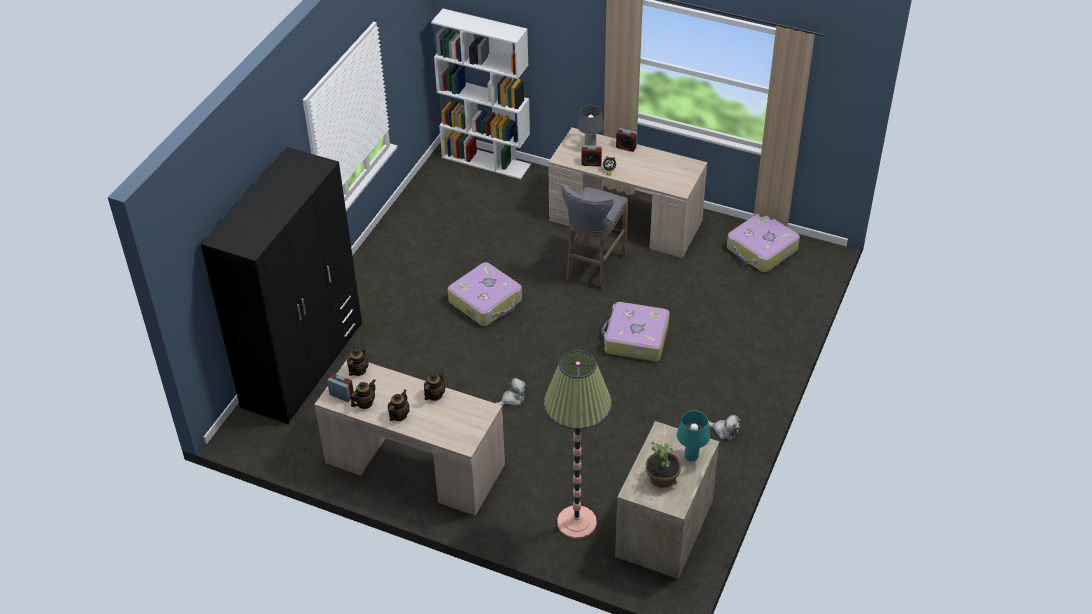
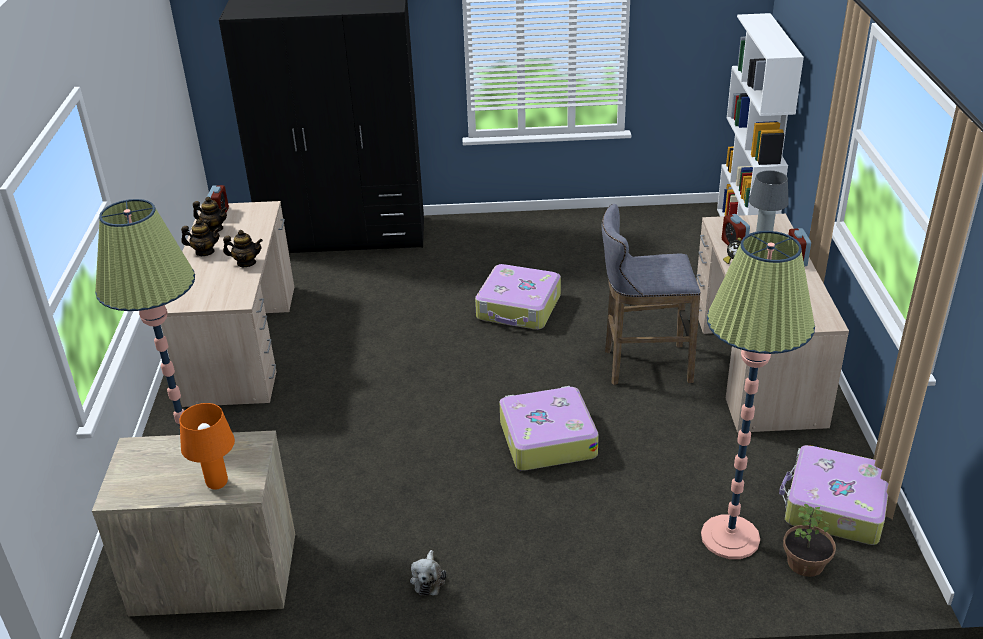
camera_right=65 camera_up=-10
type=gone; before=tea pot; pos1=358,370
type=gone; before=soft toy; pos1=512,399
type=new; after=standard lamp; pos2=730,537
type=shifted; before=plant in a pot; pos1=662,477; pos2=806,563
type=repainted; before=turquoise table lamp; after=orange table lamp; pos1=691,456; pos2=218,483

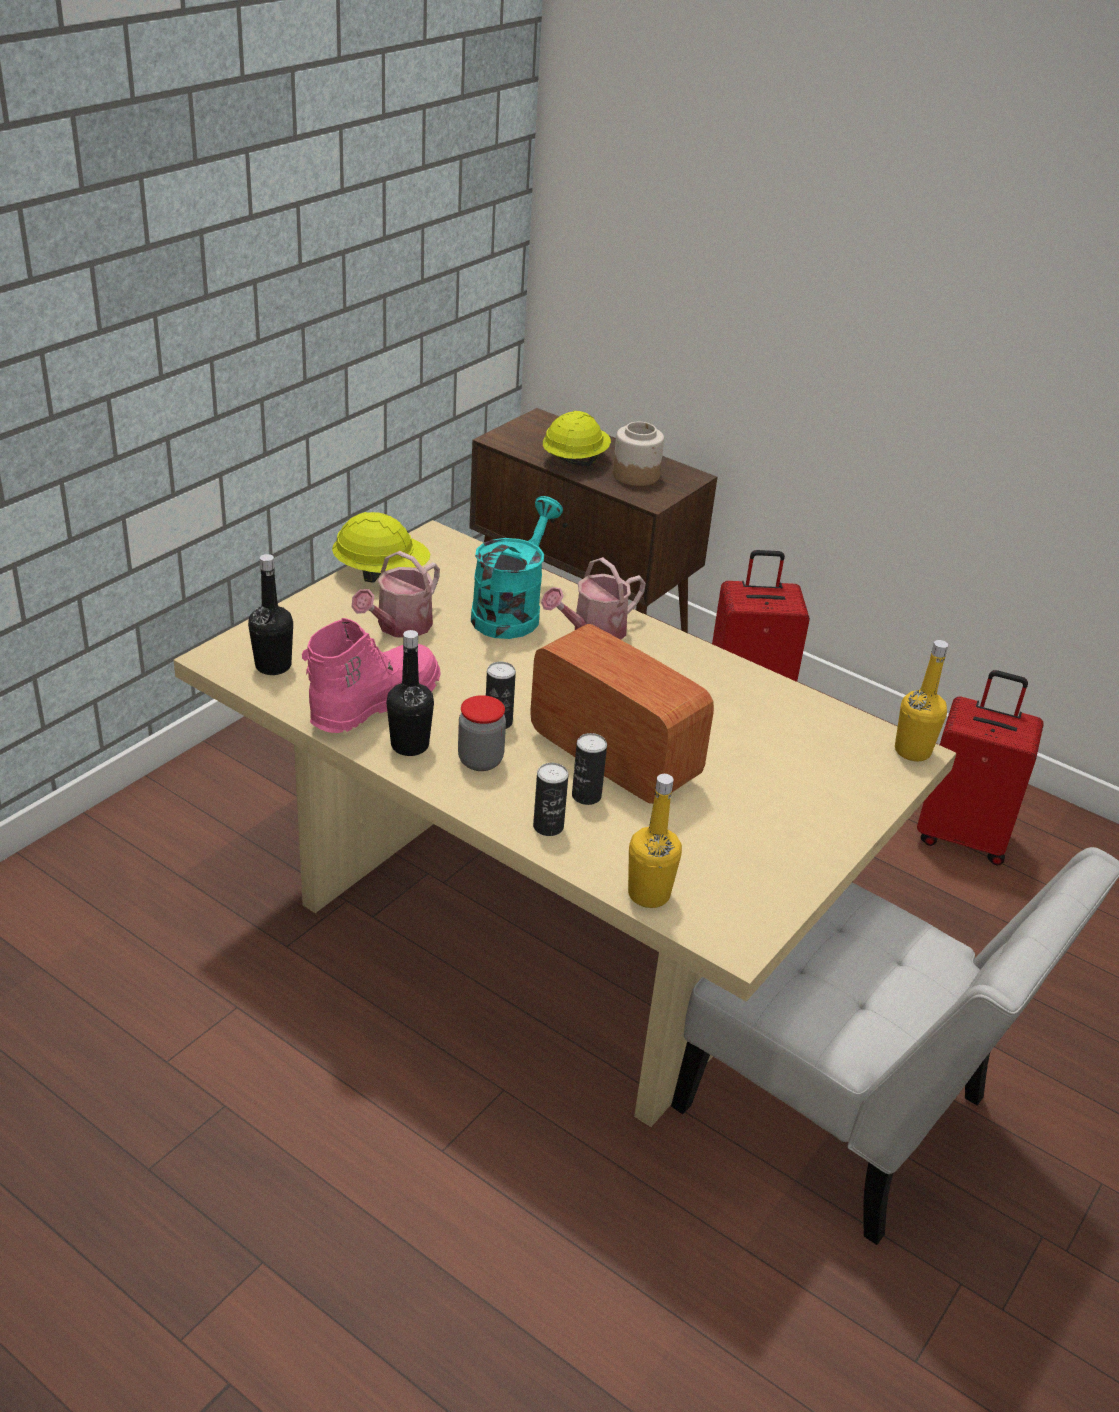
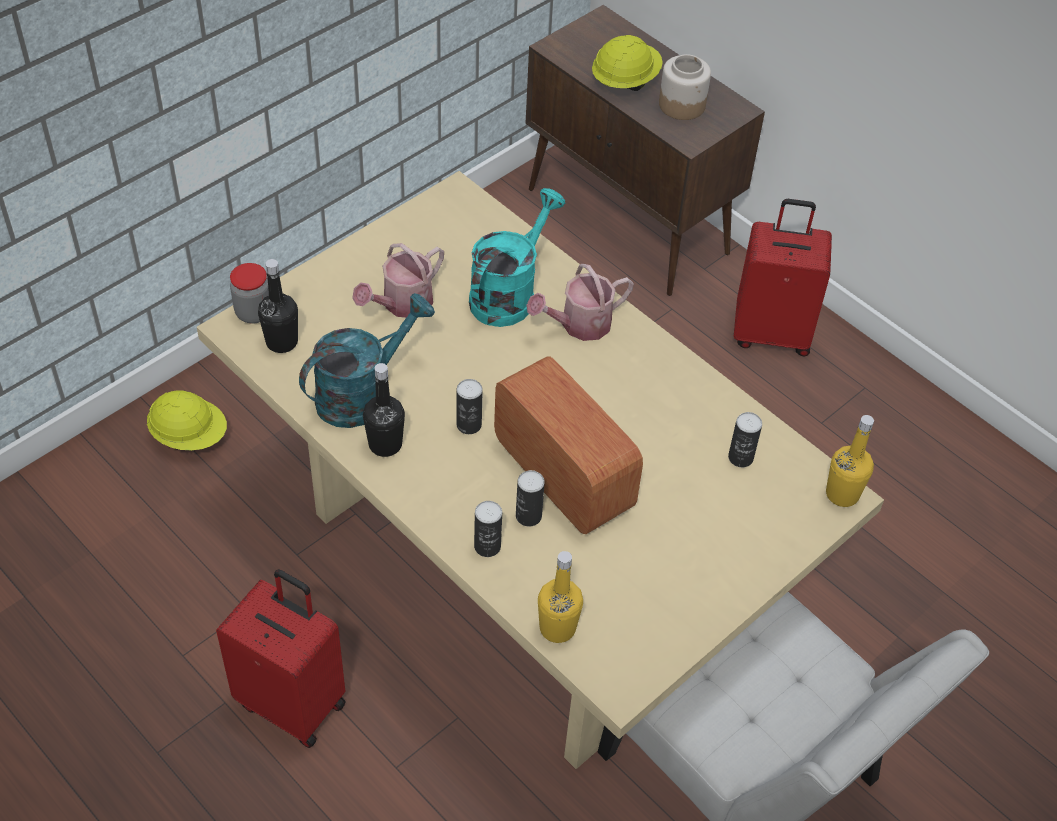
camera_right=10 camera_up=15
type=new; after=sealed can; pos2=740,457
type=shifted; before=yellow-coloured work helmet; pos1=381,574; pos2=190,436
type=shifted; before=preserve jar; pos1=480,760; pos2=253,313
type=shifted; before=red-coloured piece of luggage; pos1=962,836; pos2=293,702
type=swapped; before=pinkish boot; after=turquoise watering pot; pos1=373,703; pos2=362,393

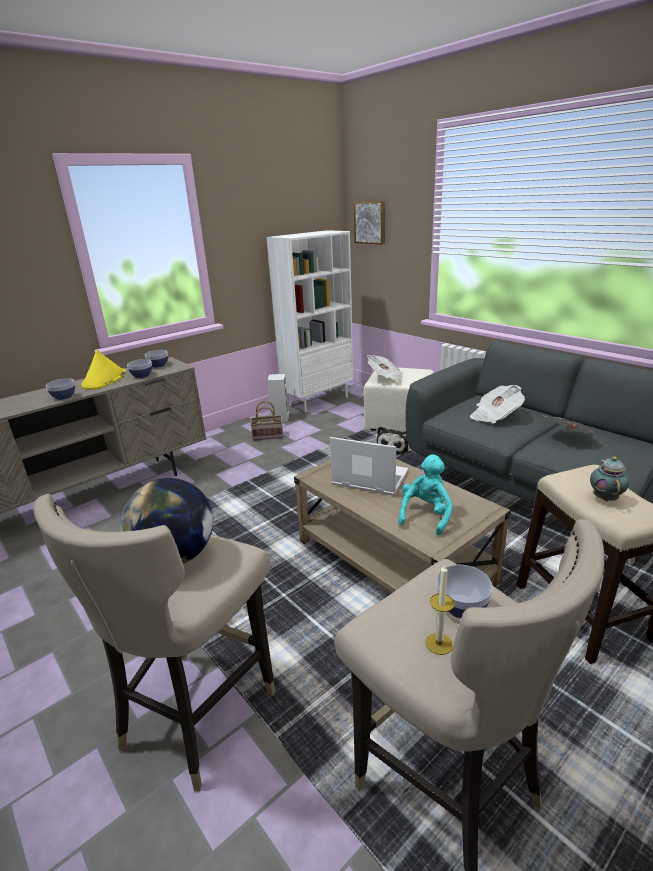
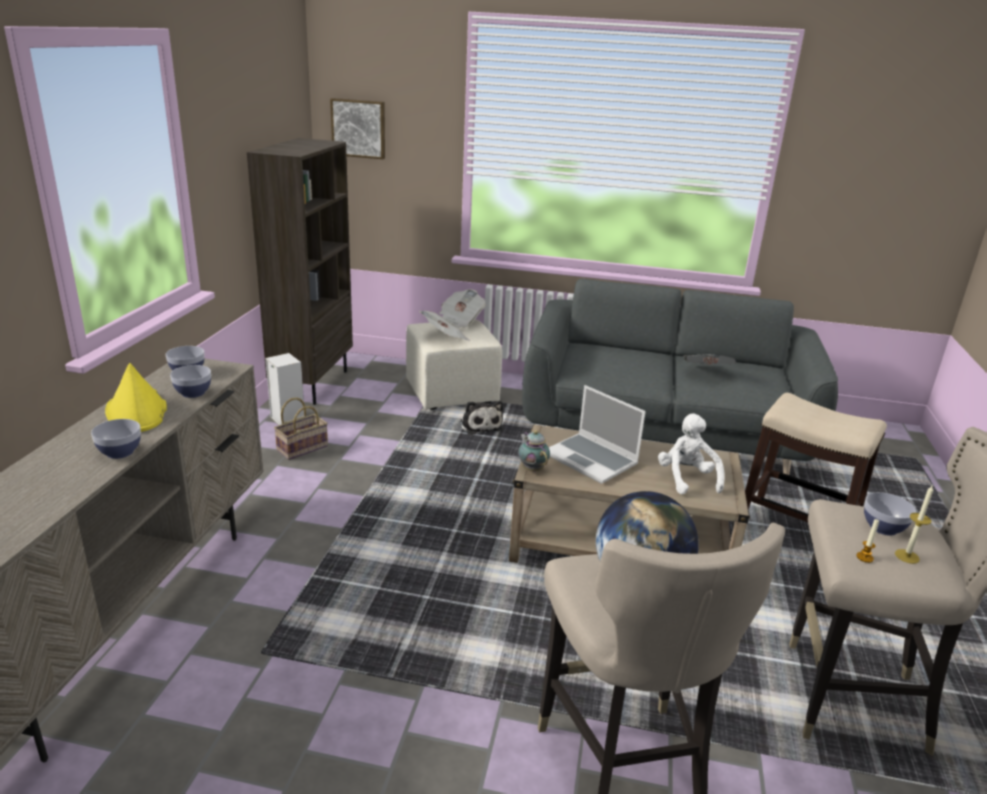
camera_right=-40 camera_up=0
type=new; after=wax candle; pos2=864,557
type=shifted; before=newspaper; pos1=495,416; pos2=459,321
type=shifted; before=tea pot; pos1=605,497; pos2=532,468
type=repainted; before=whitish bookcase; after=brownish bookcase; pos1=318,400; pos2=312,384
type=repainted; before=turquoise soft toy; after=whitish soft toy; pos1=426,515; pos2=686,478
type=rotated; before=portable computer; pos1=369,479; pos2=592,459; turn=-120

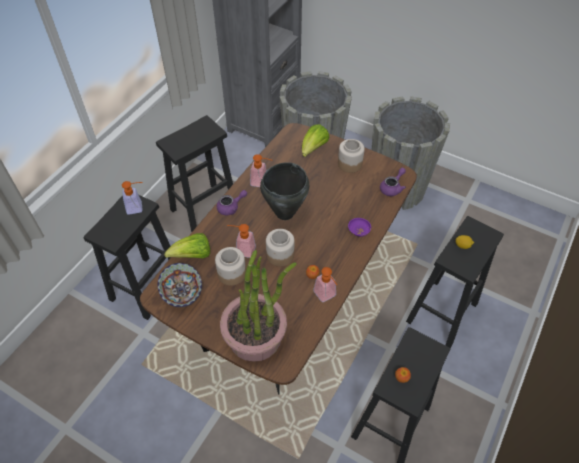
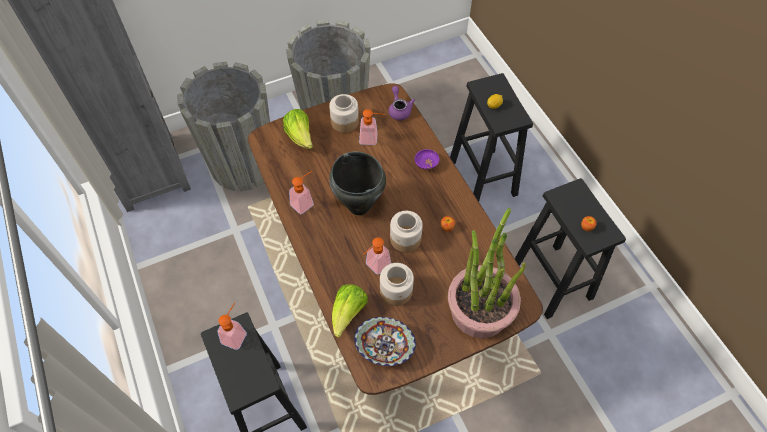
camera_right=-55 camera_up=5
type=gone; before=black-coloured stool; pos1=205,208
type=gone; before=purple-coloured tea pot; pos1=231,207
type=shifted; before=soap bottle; pos1=326,296; pos2=372,139

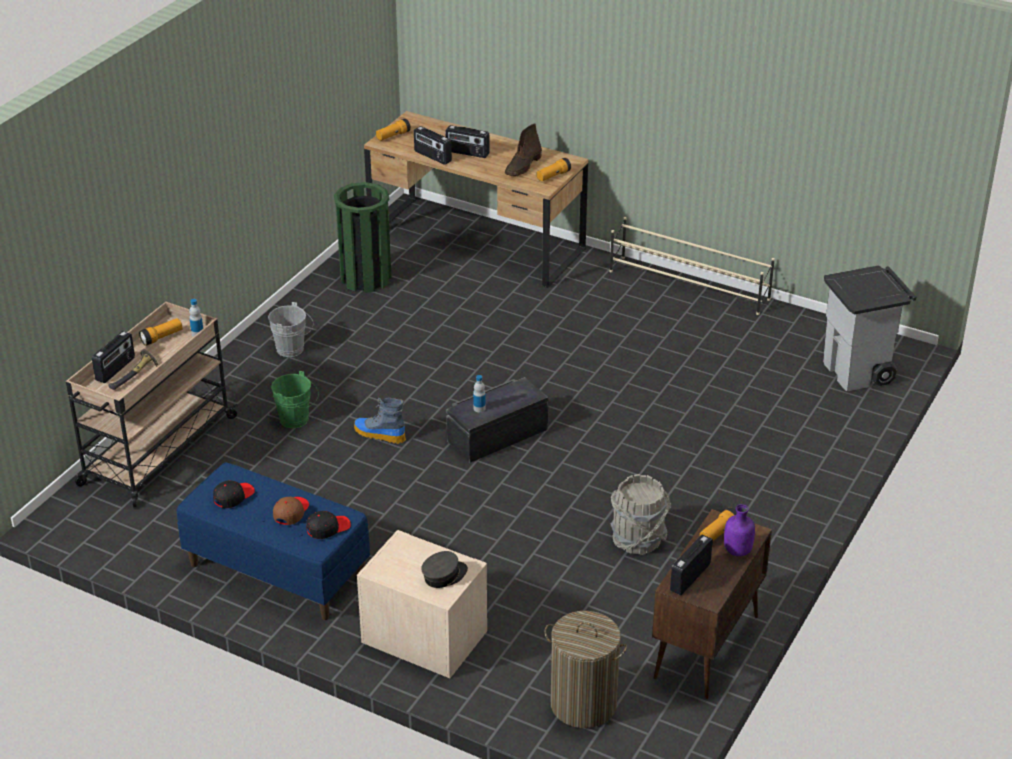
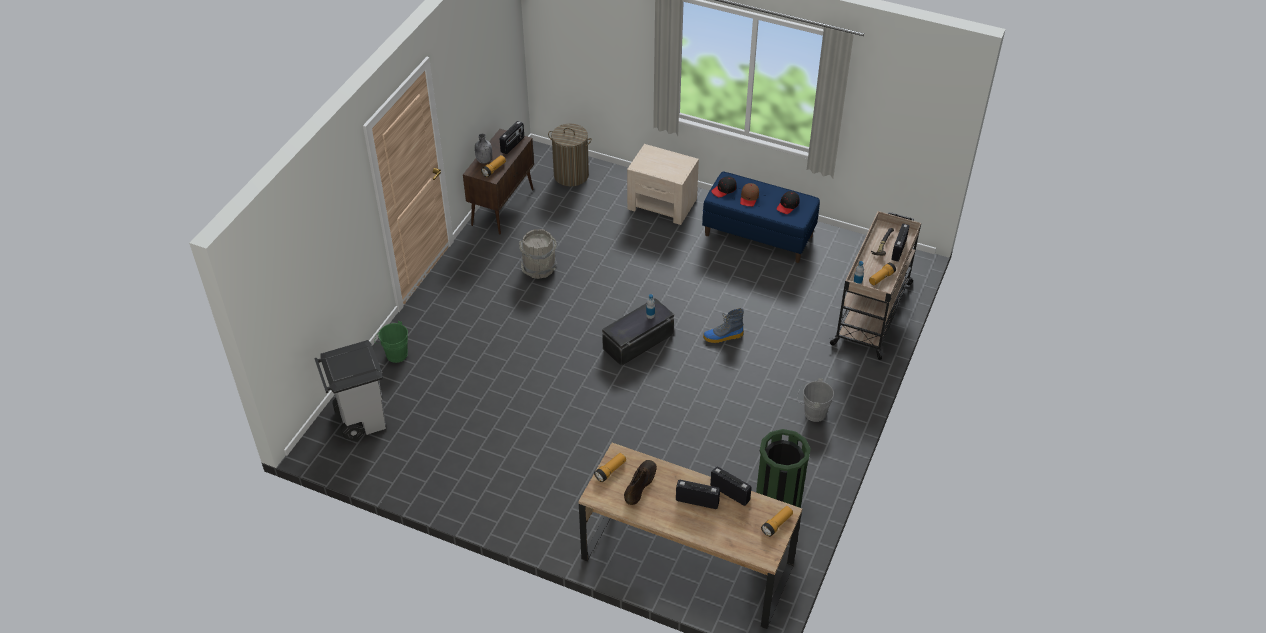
camera_right=175 camera_up=10
type=gone; before=gray cap; pos1=444,575
type=gone; before=beige shoe stand; pos1=689,286
type=shifted; before=greenish pail; pos1=297,420; pos2=394,354
type=repainted; before=purple-coloured drink bottle; after=gray drink bottle; pos1=738,551; pos2=484,160
type=rotated; before=boot; pos1=379,434; pos2=723,337; turn=150

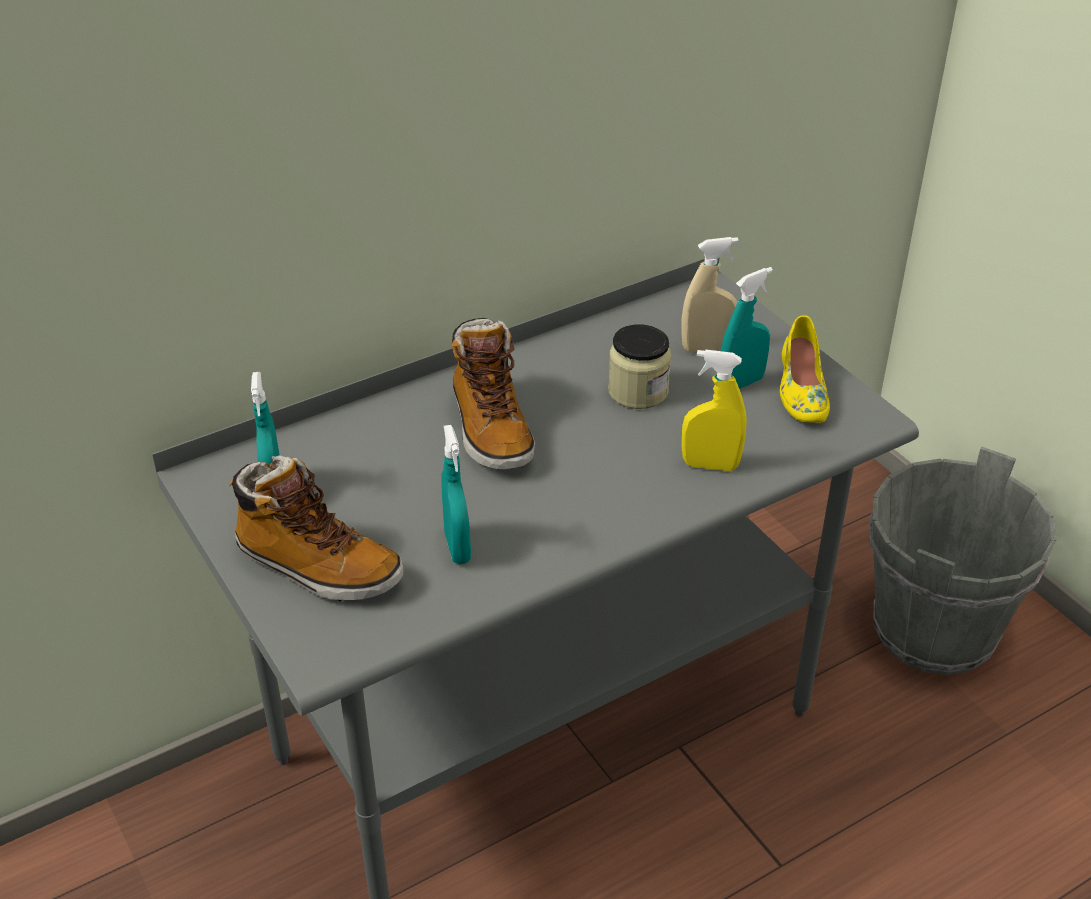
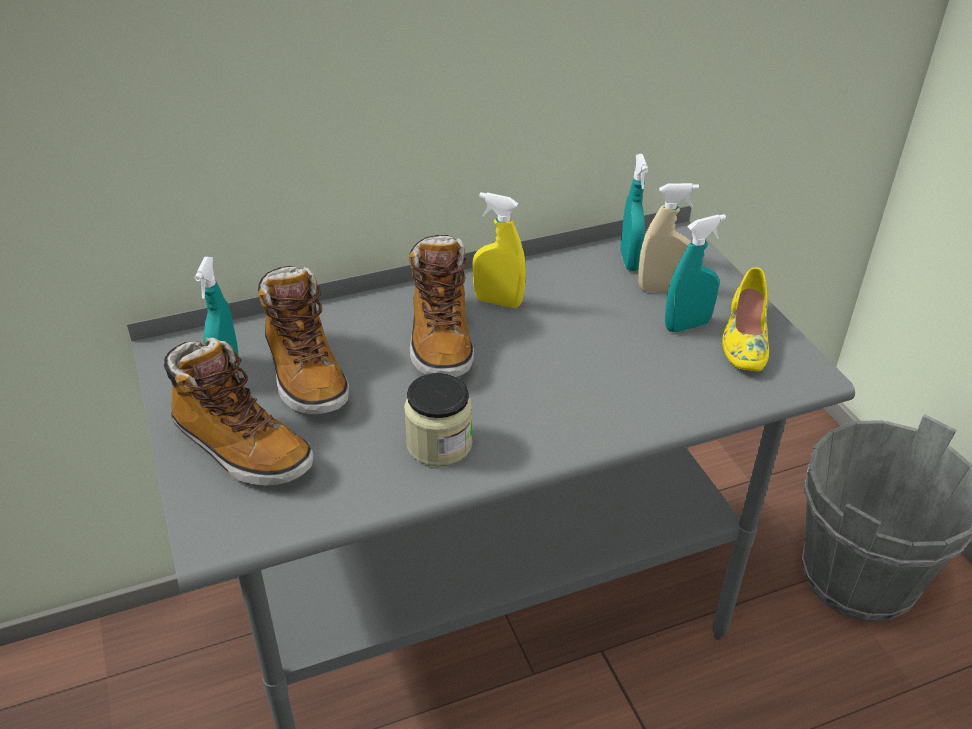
camera_right=10 camera_up=0
type=new; after=boot; pos2=305,373
type=shifted; before=turquoise spray bottle; pos1=457,547; pos2=629,261
type=shifted; before=preserve jar; pos1=638,391; pos2=439,444
type=shifted; before=yellow-coloured spray bottle; pos1=710,465; pos2=498,302

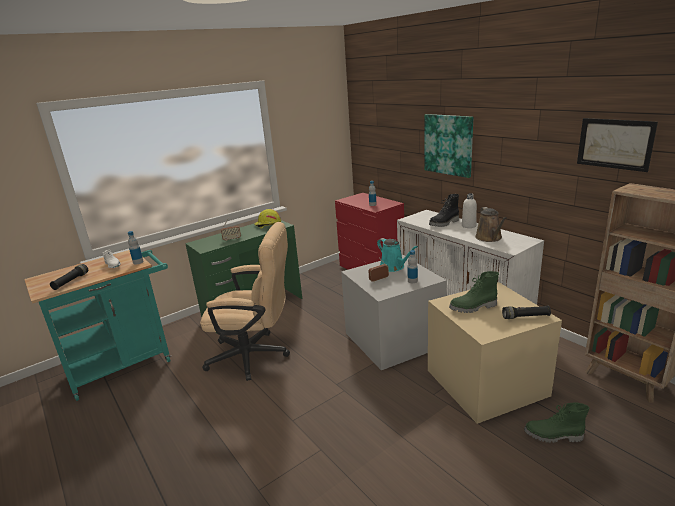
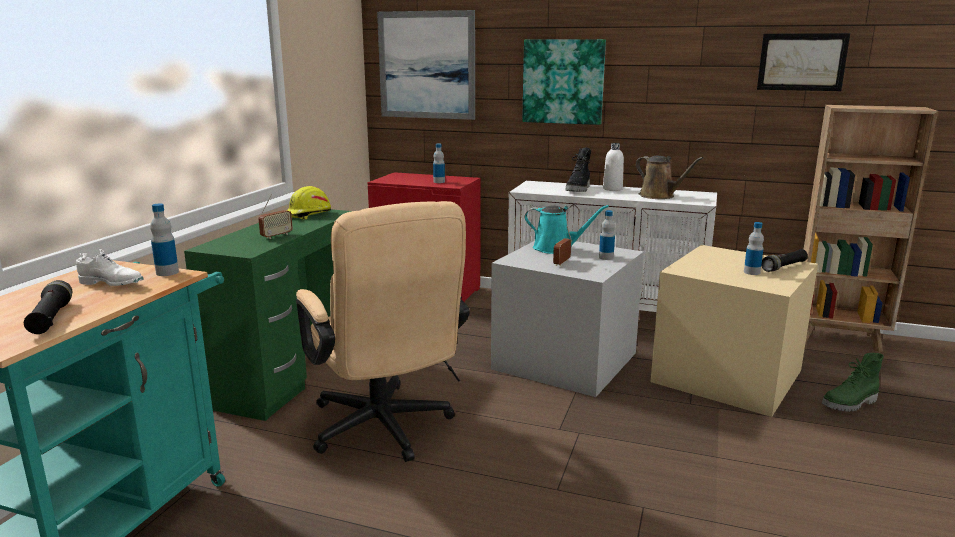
camera_right=-35 camera_up=-5
type=gone; before=greenish boot; pos1=473,307
type=new; after=wall art; pos2=426,65
type=new; after=drink bottle; pos2=751,272
type=rotated; before=beige desk chair; pos1=255,356; pos2=385,431; turn=90

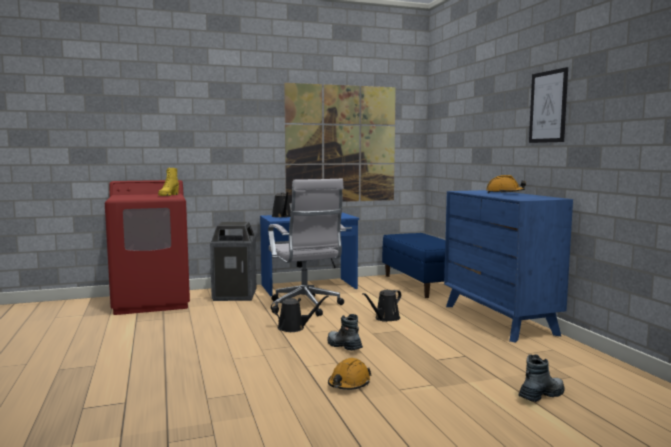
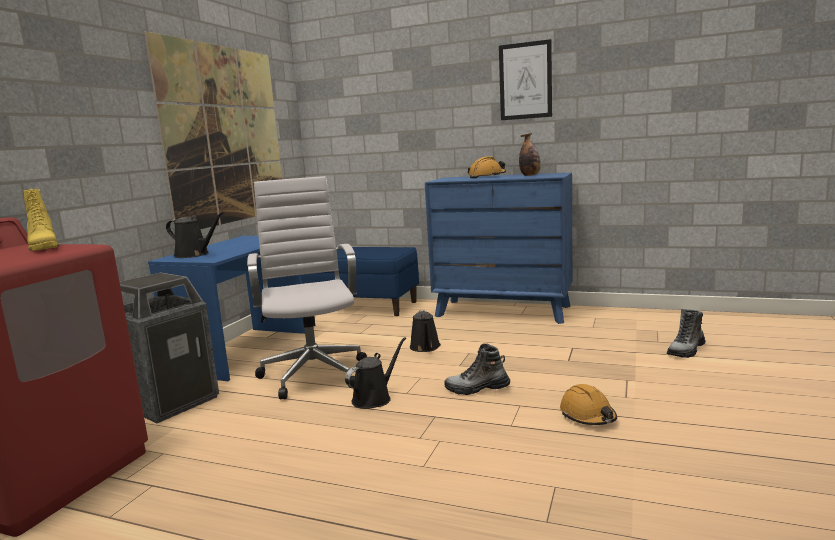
camera_right=-50 camera_up=5
type=new; after=drink bottle; pos2=530,175
type=rotated; before=whitish desk chair; pos1=306,307; pos2=313,373; turn=-120
type=rotated; before=boot; pos1=541,395; pos2=686,350; turn=-135

